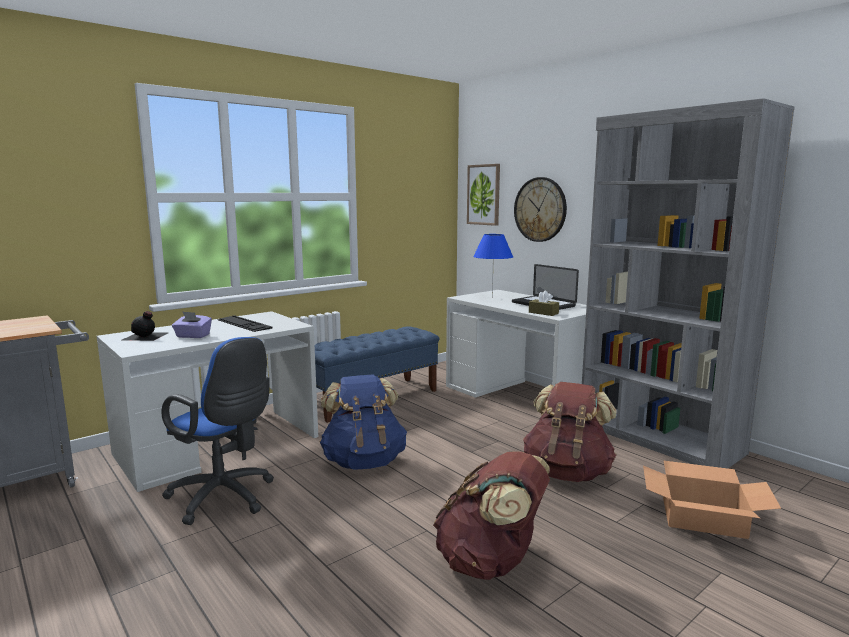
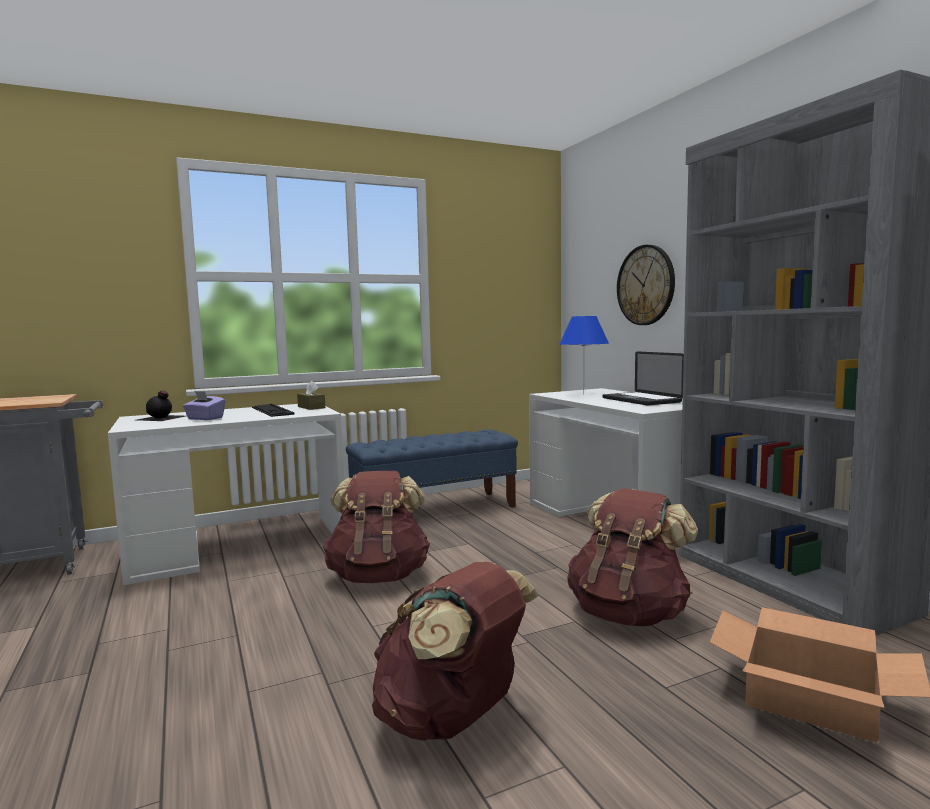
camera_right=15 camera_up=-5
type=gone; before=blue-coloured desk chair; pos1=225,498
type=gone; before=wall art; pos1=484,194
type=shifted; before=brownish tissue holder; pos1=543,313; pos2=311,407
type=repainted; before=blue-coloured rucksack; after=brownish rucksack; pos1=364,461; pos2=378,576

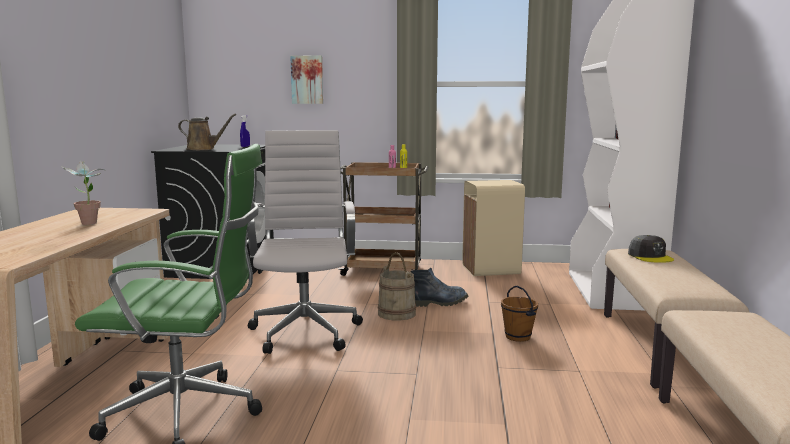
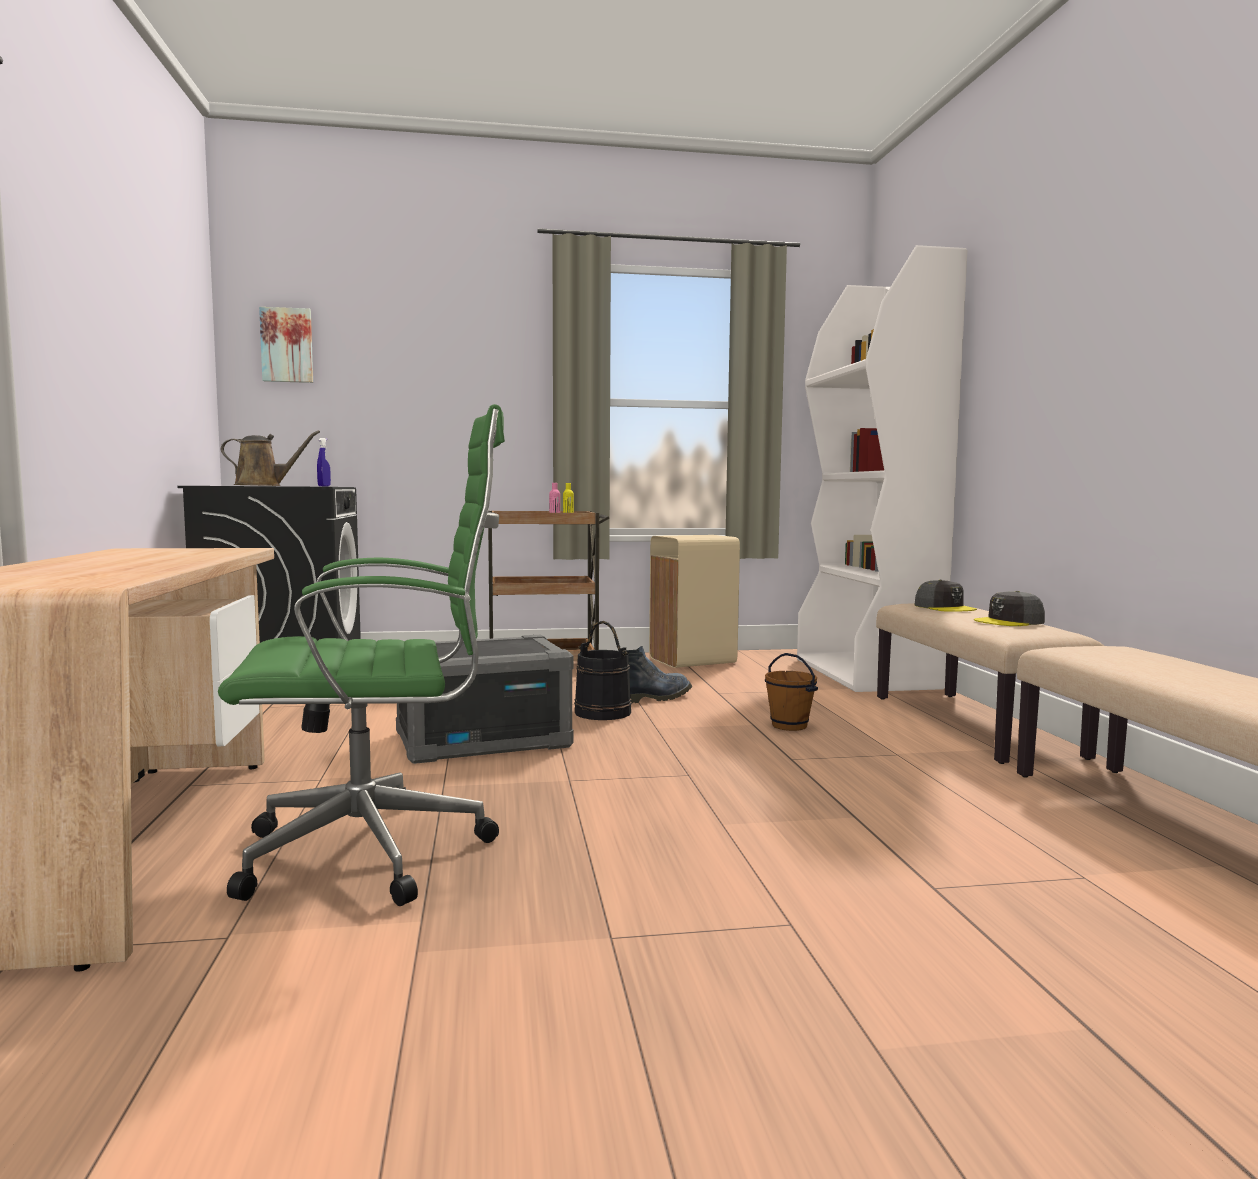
camera_right=-15 camera_up=-5
type=gone; before=plant in a pot; pos1=89,224
type=new; after=gray cap; pos2=1009,621
type=shifted; before=wall art; pos1=307,80; pos2=287,345
type=swapped; before=whitish desk chair; after=gray storage container; pos1=305,330; pos2=483,739
type=repainted; before=beige pail; after=black-coloured pail; pos1=397,313; pos2=603,712

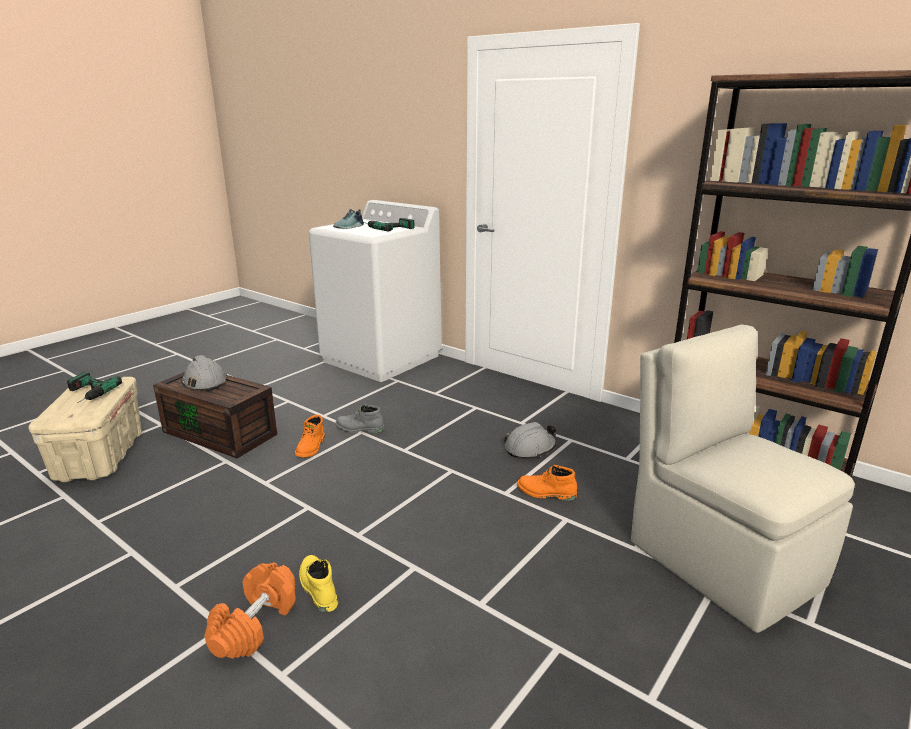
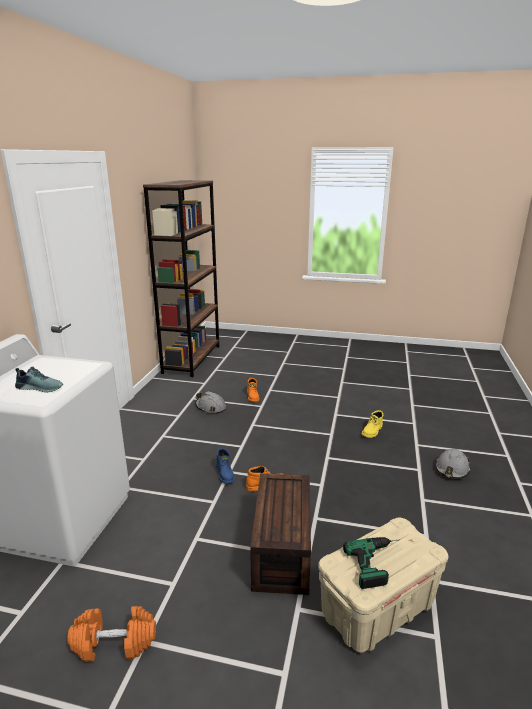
camera_right=-115 camera_up=0
type=gone; before=power drill; pos1=387,227
type=gone; before=beige upright chair; pos1=720,559
type=shifted; before=gray work helmet; pos1=204,382; pos2=451,470
type=shifted; before=orange free weight; pos1=255,624; pos2=114,644
type=repainted; before=gray boot; after=blue-coloured boot; pos1=359,429; pos2=225,474

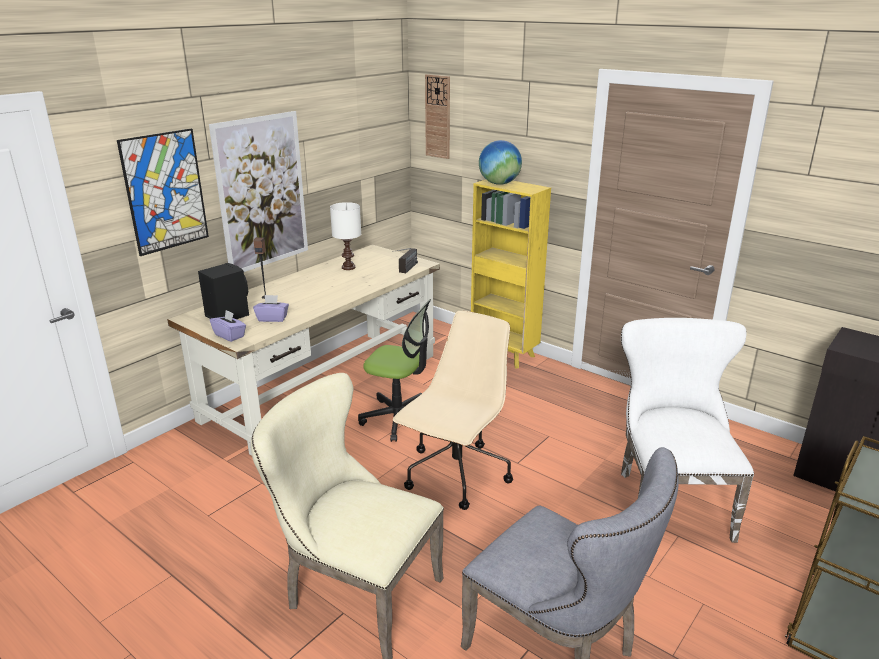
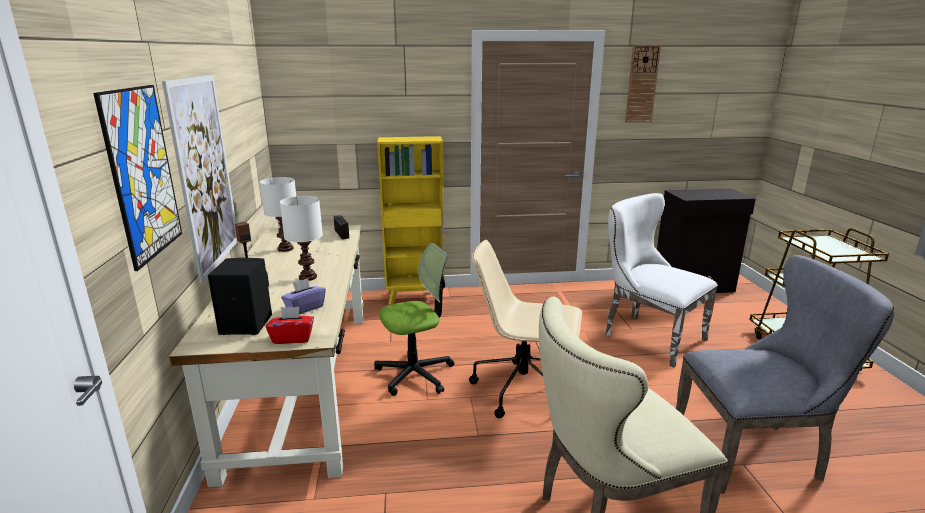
camera_right=-45 camera_up=-5
type=gone; before=globe; pos1=499,184
type=new; after=whitish table lamp; pos2=307,277
type=shifted; before=wall clock; pos1=438,116; pos2=642,84
type=repainted; before=purple-coloured tissue holder; after=red-coloured tissue holder; pos1=230,335; pos2=292,338
type=rotated; before=beige desk chair; pos1=456,475; pos2=524,390; turn=-60

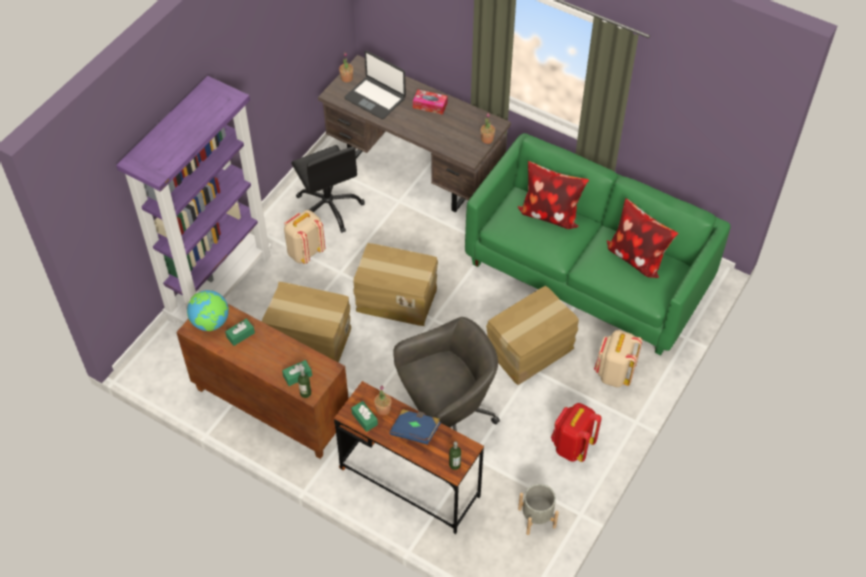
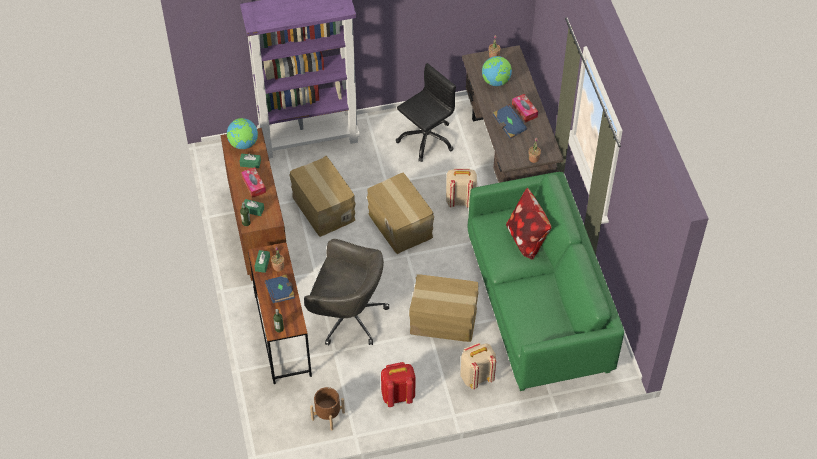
camera_right=45 camera_up=0
type=gone; before=throw pillow; pos1=636,257
type=new; after=tissue holder; pos2=254,185
type=new; after=blue-coloured volume; pos2=509,126
type=shifted; before=beige rucksack; pos1=305,252; pos2=460,200
type=swapped; before=portable computer; after=globe; pos1=375,98; pos2=496,81
type=repainted; before=gray plant pot; after=brownish plant pot; pos1=536,518; pos2=328,415
type=rotated; before=black-coloured desk chair; pos1=329,208; pos2=426,139; turn=-150

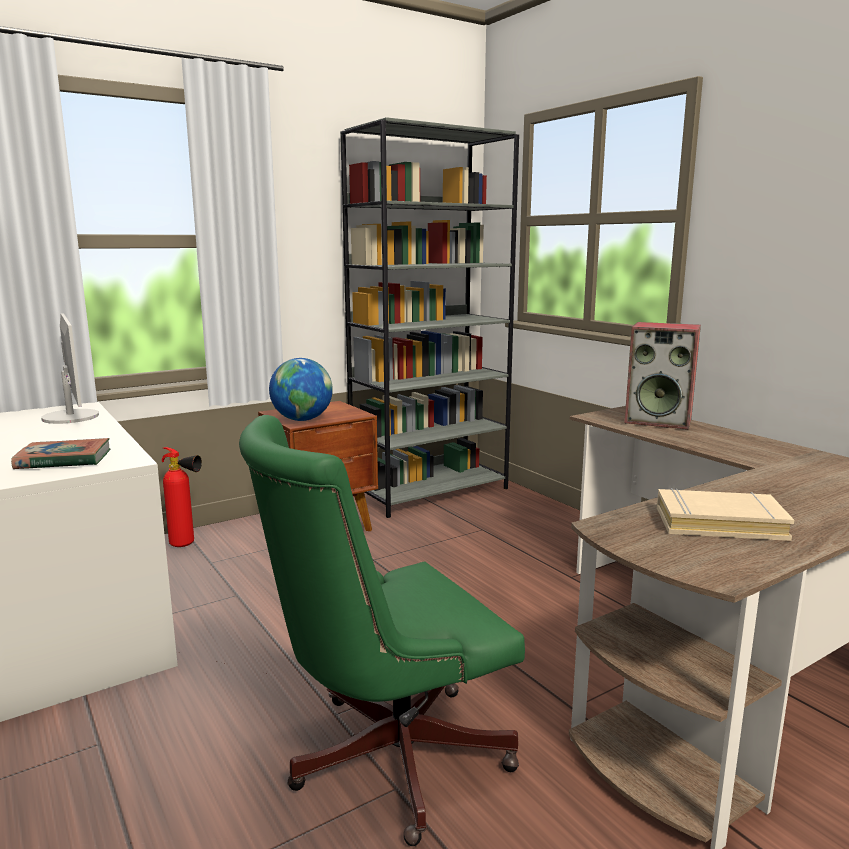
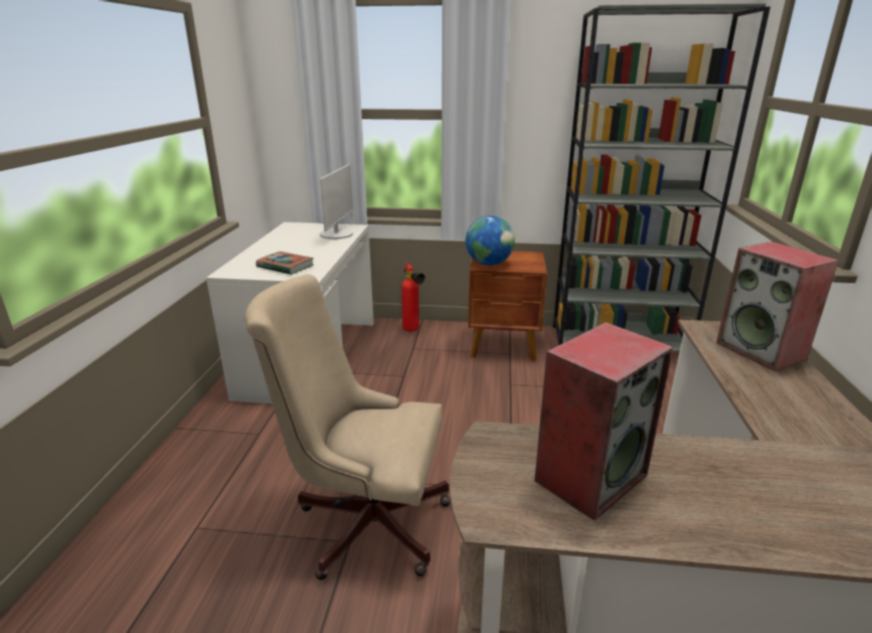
camera_right=40 camera_up=10
type=swapped; before=beige volume; after=audio speaker; pos1=719,523; pos2=590,476
type=repainted; before=greenish desk chair; after=beige desk chair; pos1=385,758; pos2=364,521

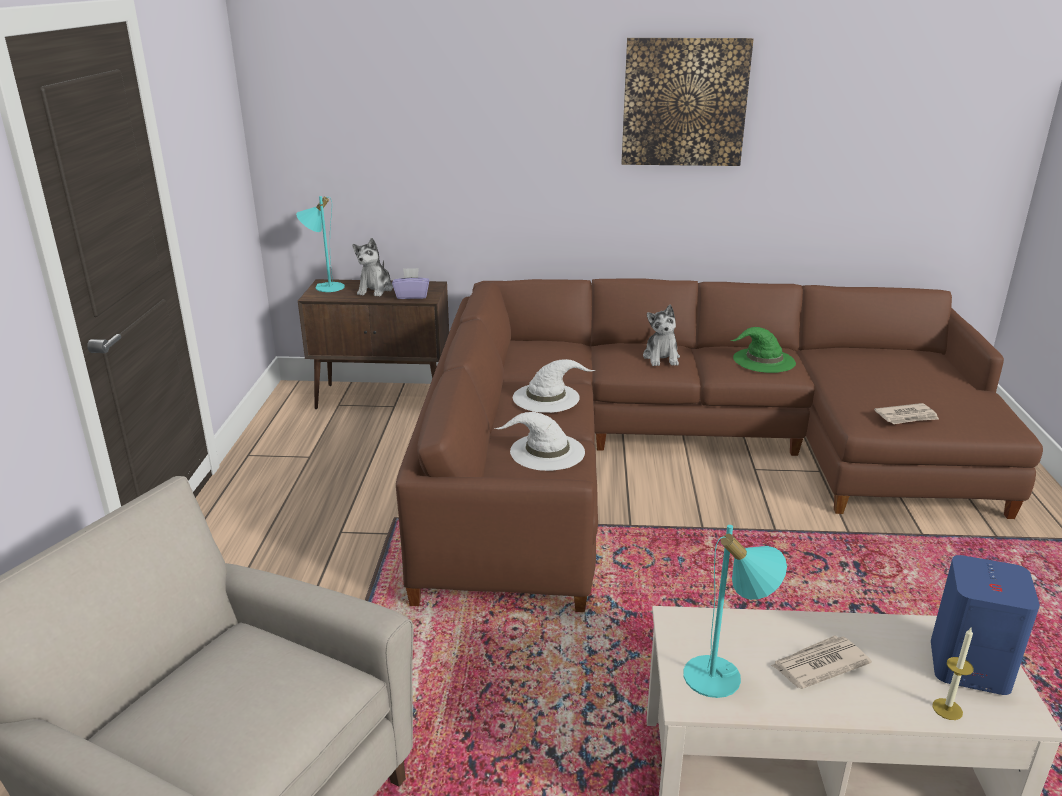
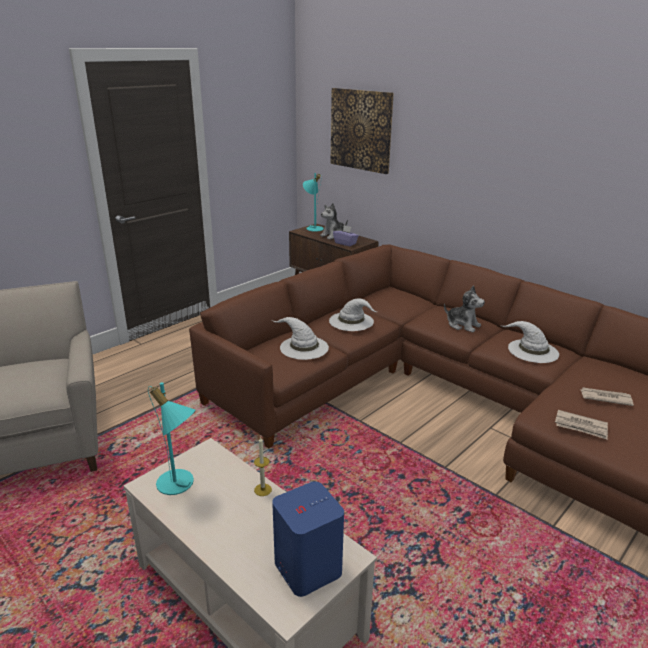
camera_right=40 camera_up=0
type=shifted; before=wall art; pos1=684,102; pos2=361,130
type=shifted; before=newspaper; pos1=818,664; pos2=605,398
type=shifted; before=wax candle; pos1=947,709; pos2=263,489
type=repainted; before=greenish hat; after=whitish hat; pos1=763,360; pos2=532,350
type=rotated; before=soft toy; pos1=661,357; pos2=462,325; turn=-90

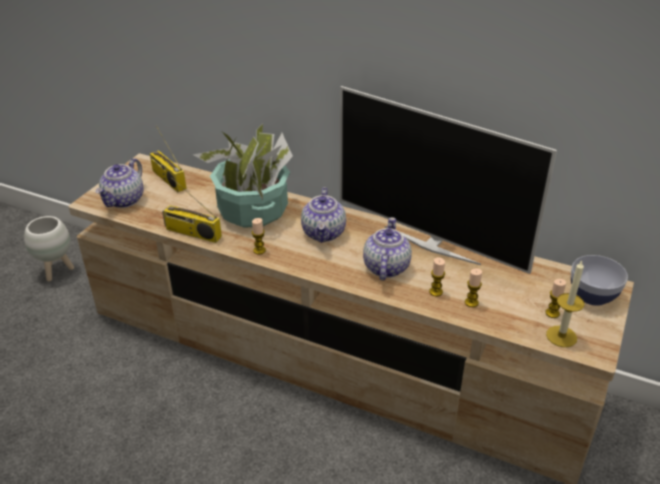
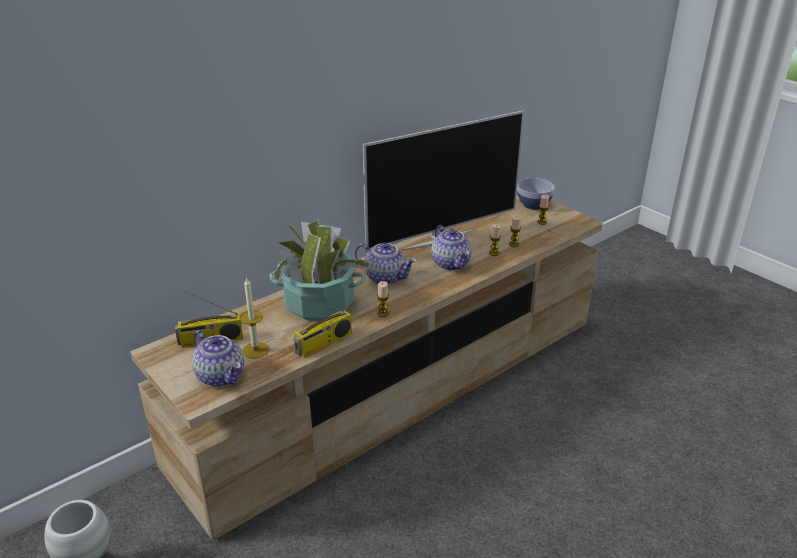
camera_right=-65 camera_up=-5
type=shifted; before=wax candle; pos1=561,336; pos2=255,350
type=rotated; before=tea pot; pos1=385,267; pos2=451,264; turn=-150

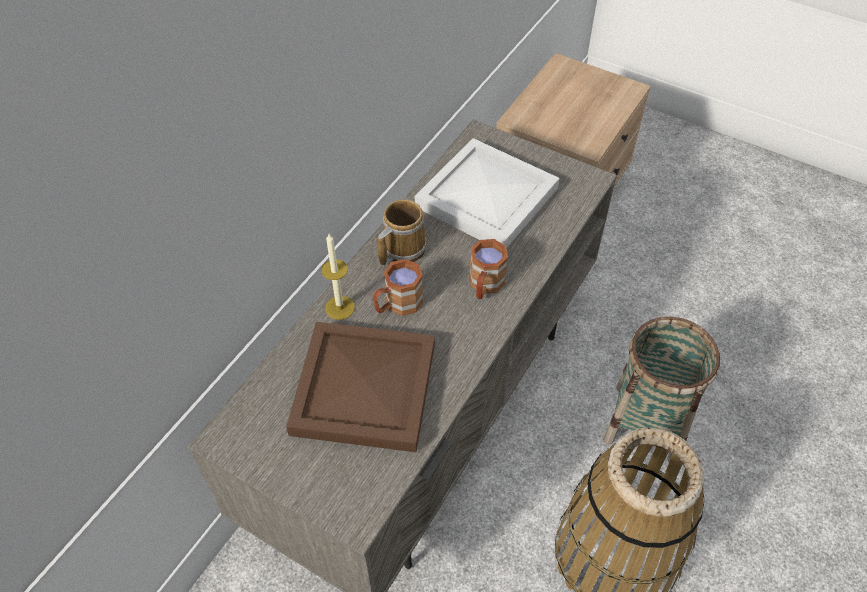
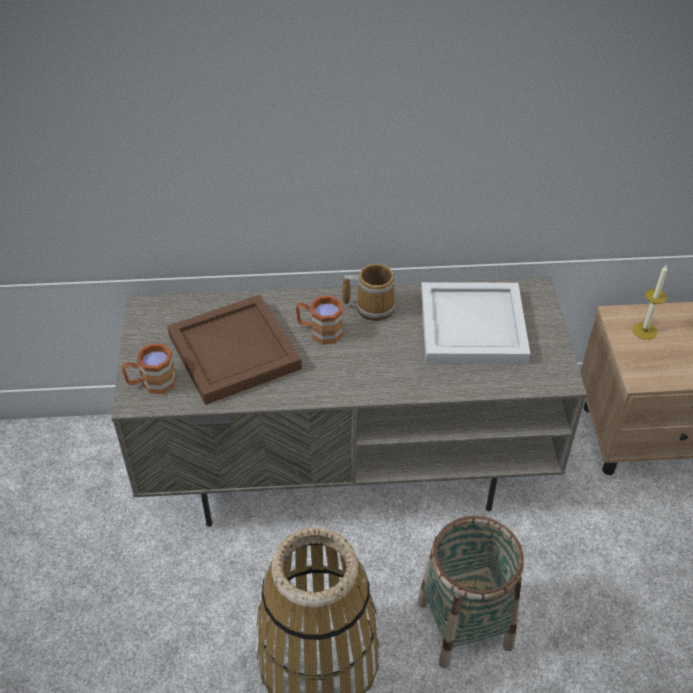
camera_right=55 camera_up=-5
type=shifted; before=wax candle; pos1=340,307; pos2=644,331
type=shifted; before=brownish mug; pos1=484,286; pos2=151,383

